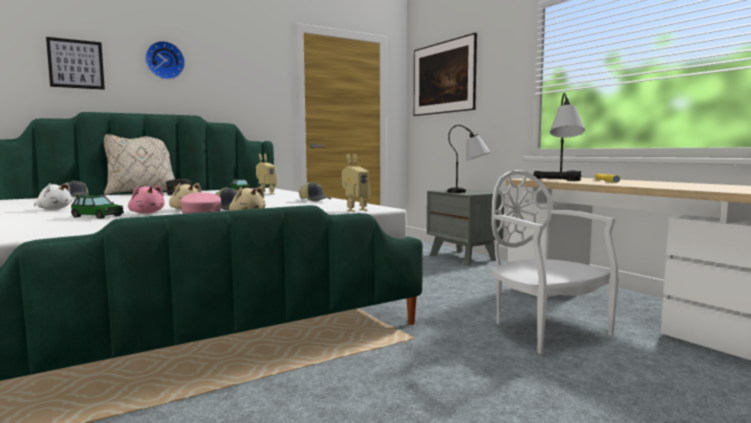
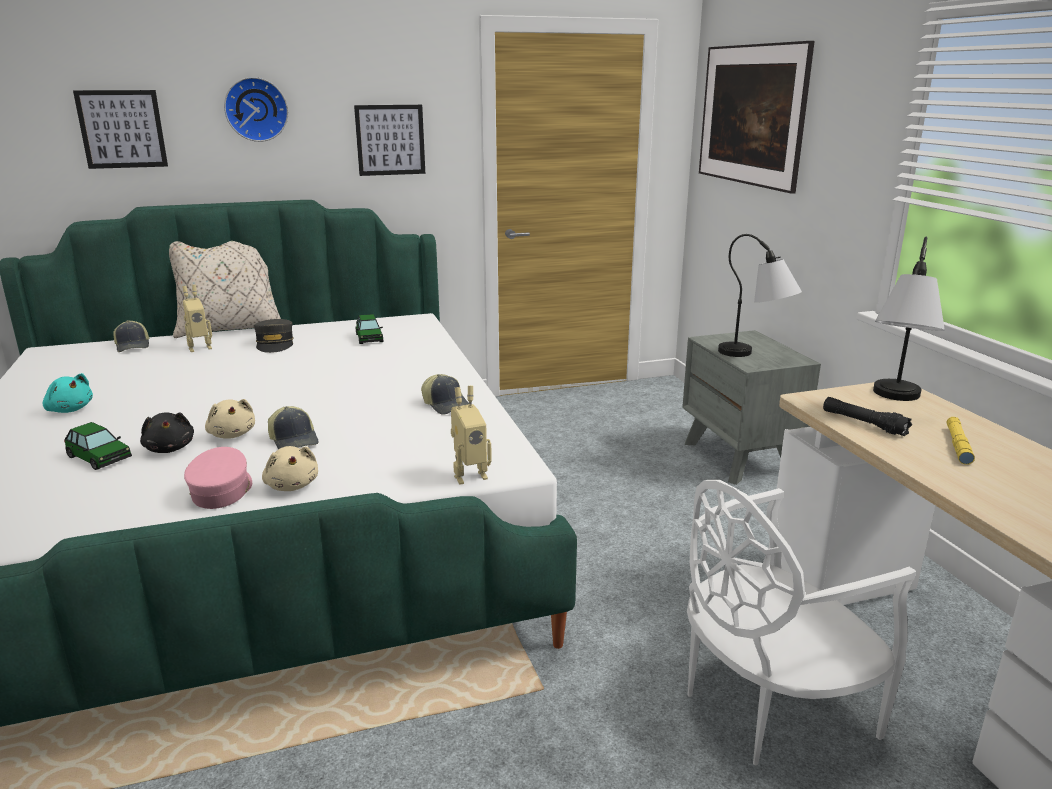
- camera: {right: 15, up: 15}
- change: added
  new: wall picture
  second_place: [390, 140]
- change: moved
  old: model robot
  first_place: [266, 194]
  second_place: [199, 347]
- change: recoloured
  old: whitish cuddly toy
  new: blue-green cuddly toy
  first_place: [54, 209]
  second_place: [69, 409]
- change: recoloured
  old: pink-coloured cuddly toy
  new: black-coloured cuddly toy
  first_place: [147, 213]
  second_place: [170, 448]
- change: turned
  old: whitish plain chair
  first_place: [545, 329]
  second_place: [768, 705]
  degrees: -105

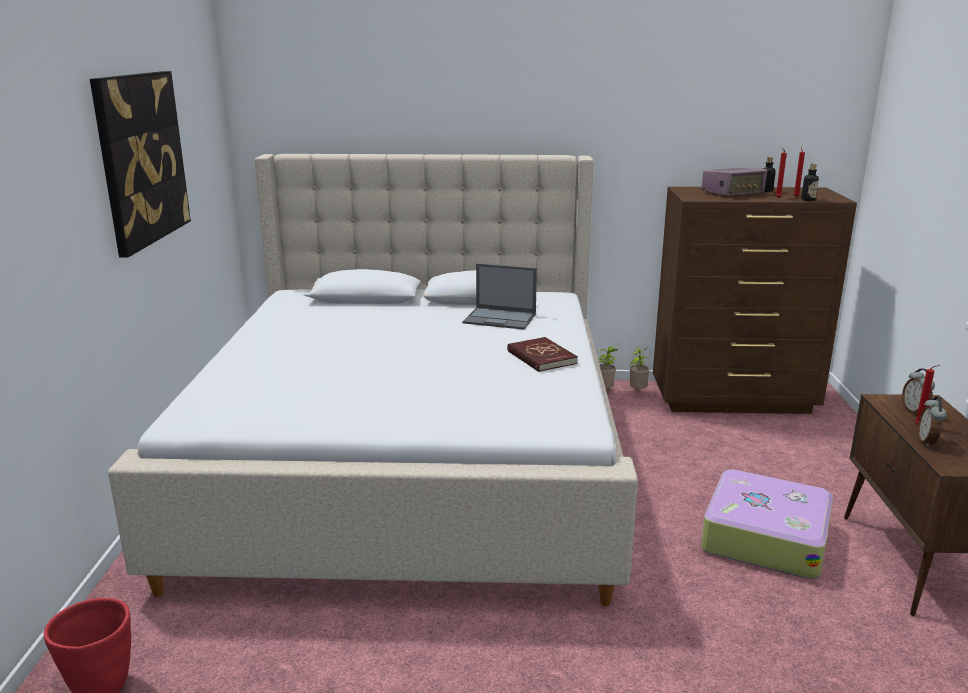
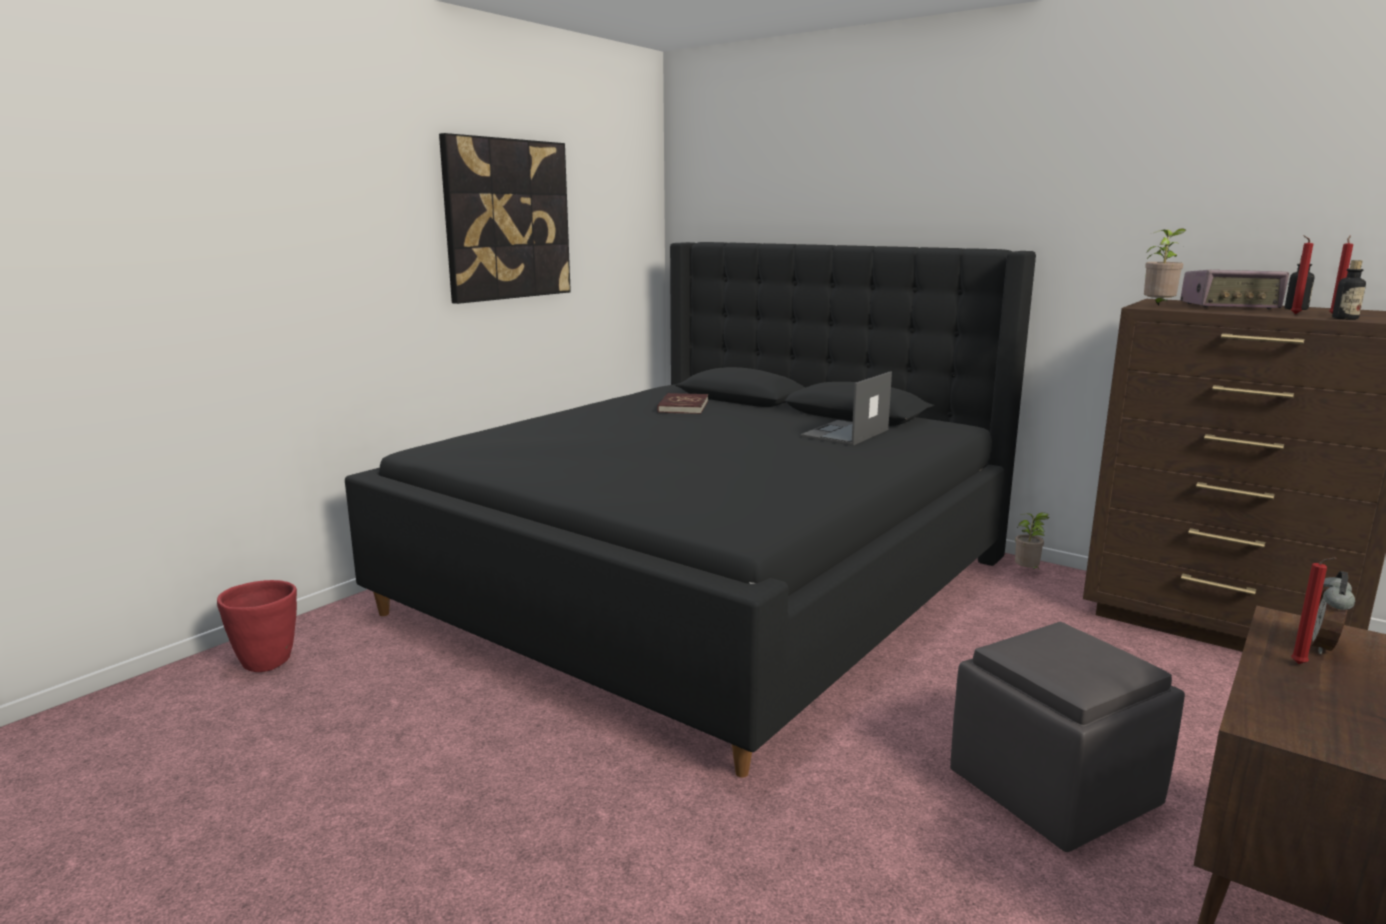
- camera: {right: 35, up: -5}
- change: removed
  old: bedside clock
  first_place: [927, 442]
- change: moved
  old: red-coloured book
  first_place: [541, 357]
  second_place: [683, 407]
- change: moved
  old: houseplant
  first_place: [637, 391]
  second_place: [1158, 308]
- change: replaced
  old: piece of luggage
  new: gray footrest
  first_place: [764, 537]
  second_place: [1051, 789]
- change: recoloured
  old: sand-coloured bedroom bed
  new: black-coloured bedroom bed
  first_place: [412, 465]
  second_place: [710, 583]
- change: turned
  old: notebook computer
  first_place: [500, 319]
  second_place: [845, 434]
  degrees: 75

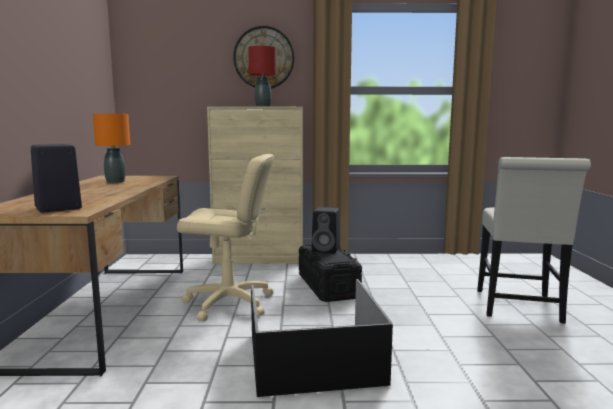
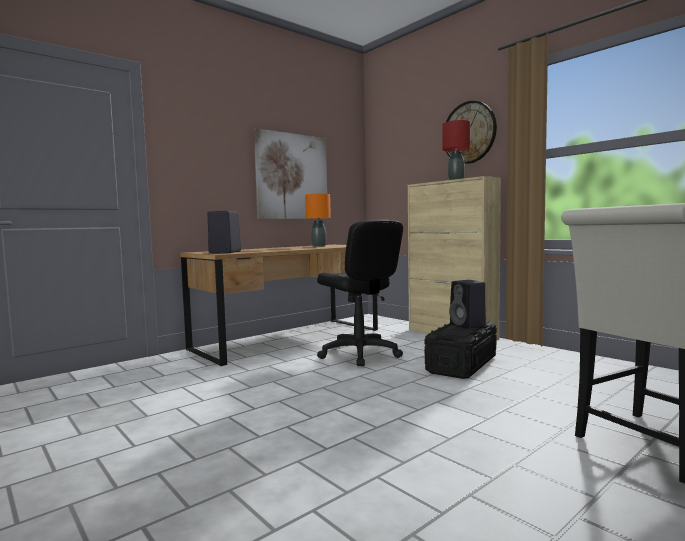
- camera: {right: 50, up: -5}
- change: removed
  old: black-coloured storage box
  first_place: [316, 357]
- change: added
  new: wall picture
  second_place: [292, 176]
- change: recoloured
  old: sand-coloured office chair
  new: black-coloured office chair
  first_place: [229, 303]
  second_place: [359, 354]

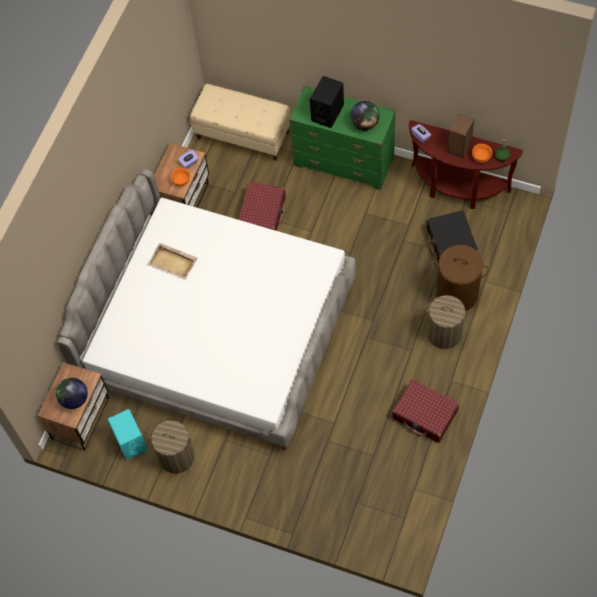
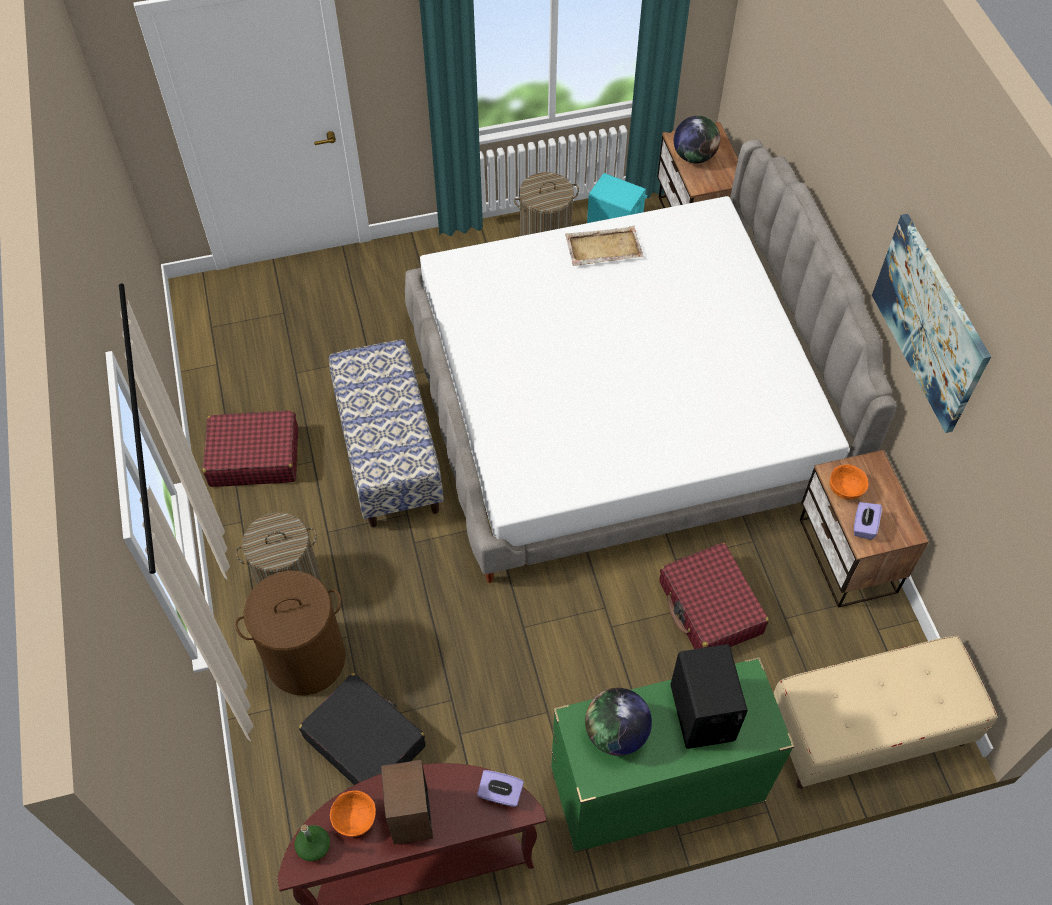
- camera: {right: 140, up: -5}
- change: added
  new: bench
  second_place: [390, 455]
- change: added
  new: wall picture
  second_place: [930, 322]
- change: moved
  old: sand-coloured serving tray
  first_place: [173, 262]
  second_place: [603, 248]

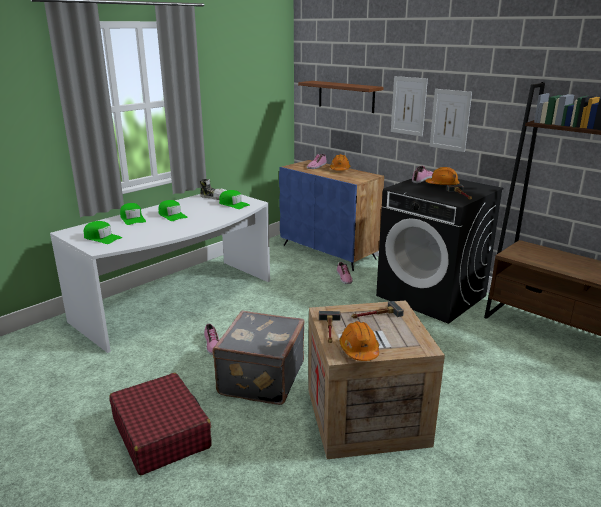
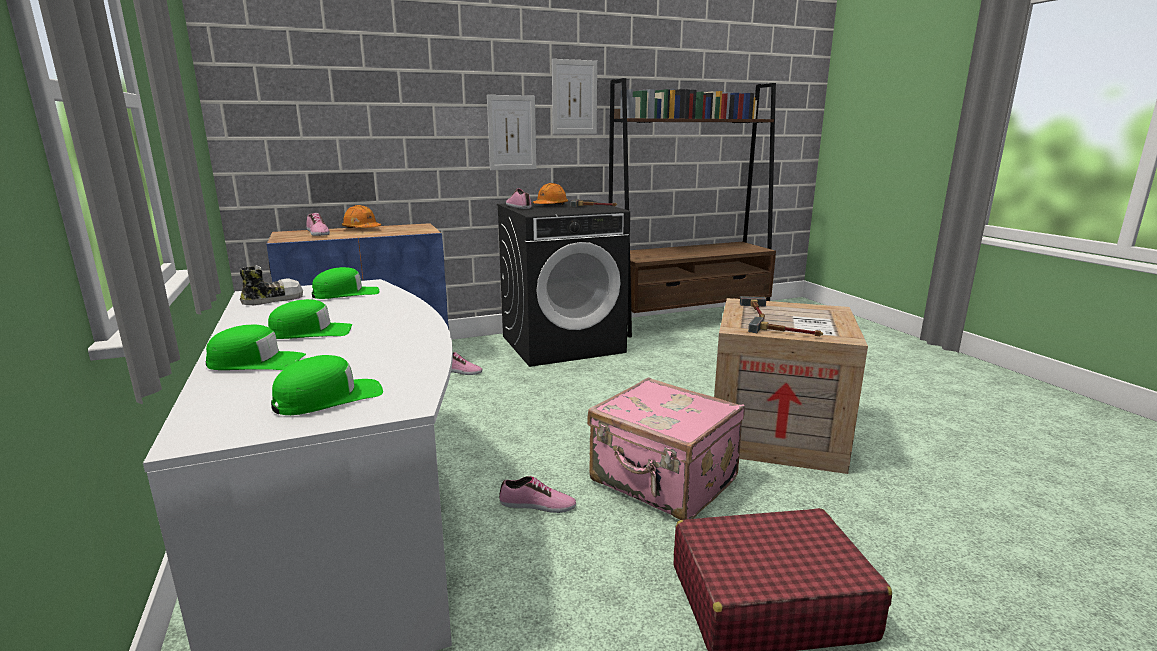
- camera: {right: -65, up: -5}
- change: removed
  old: brownish wall shelf
  first_place: [346, 96]
- change: removed
  old: orange-coloured hard hat
  first_place: [359, 350]
- change: moved
  old: wall picture
  first_place: [408, 106]
  second_place: [574, 97]
- change: recoloured
  old: gray piece of luggage
  new: pink-coloured piece of luggage
  first_place: [260, 378]
  second_place: [663, 482]

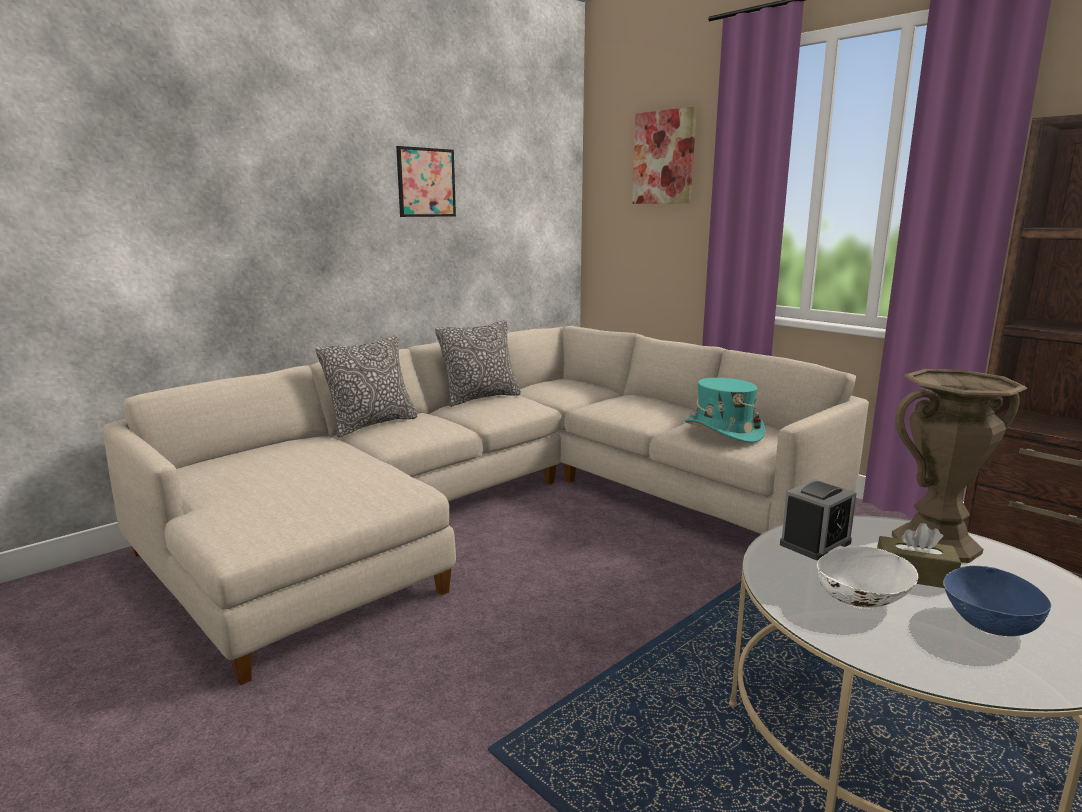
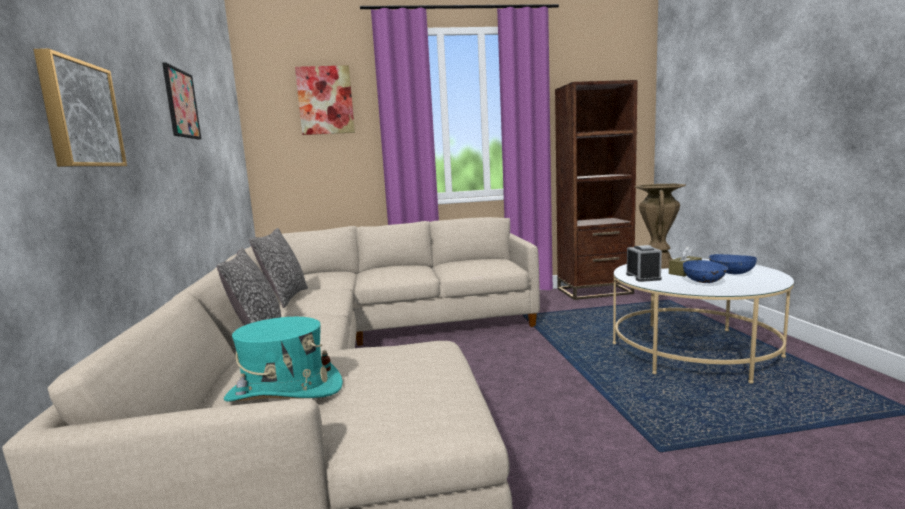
- camera: {right: -55, up: -5}
- change: added
  new: wall picture
  second_place: [79, 114]
- change: moved
  old: blue-green wearable hat
  first_place: [723, 431]
  second_place: [284, 391]
- change: recoloured
  old: whitish bowl
  new: bluish bowl
  first_place: [862, 601]
  second_place: [704, 282]

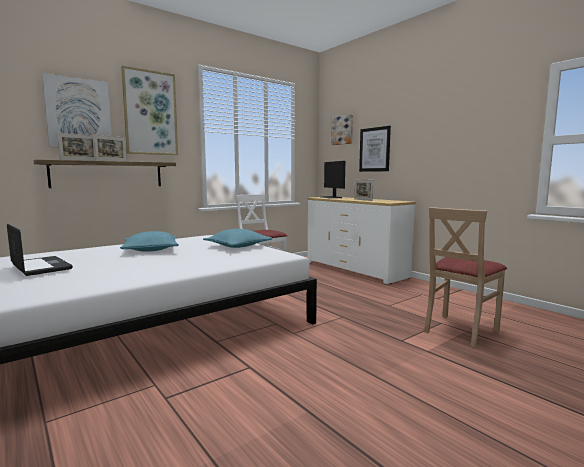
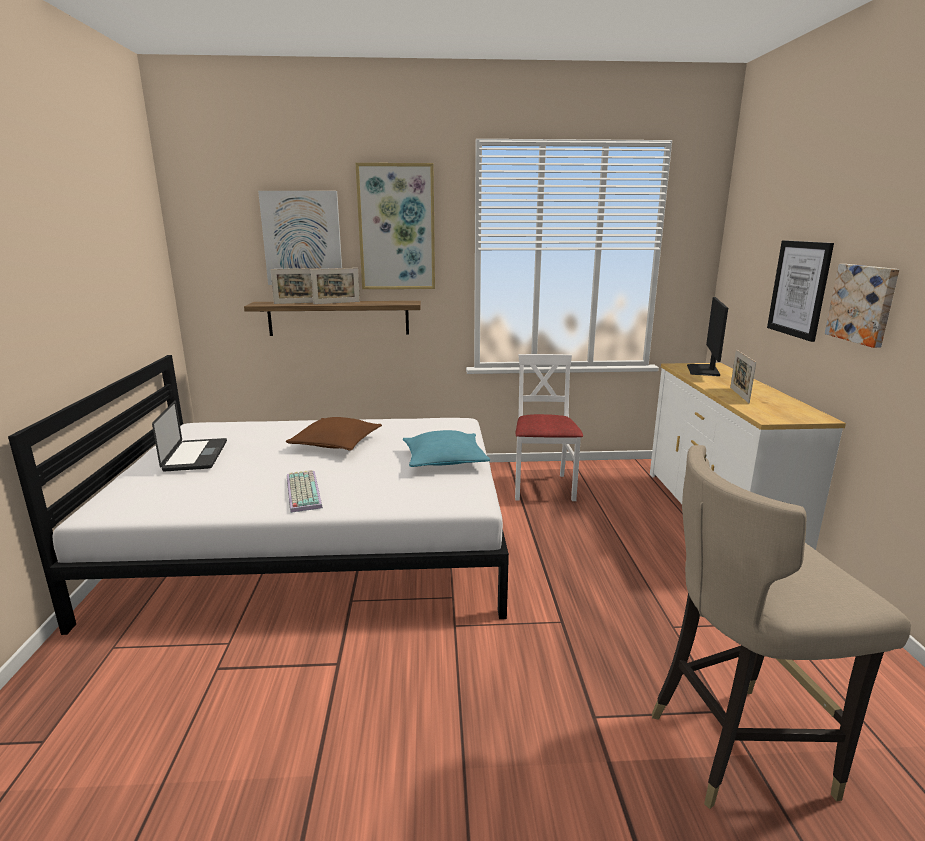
- camera: {right: 35, up: 10}
- change: added
  new: keyboard
  second_place: [302, 491]
- change: moved
  old: wall picture
  first_place: [342, 130]
  second_place: [863, 304]
- change: replaced
  old: sand-coloured plain chair
  new: sand-coloured sitting stool
  first_place: [459, 330]
  second_place: [738, 746]
- change: recoloured
  old: blue-green throw pillow
  new: brownish throw pillow
  first_place: [151, 250]
  second_place: [336, 443]

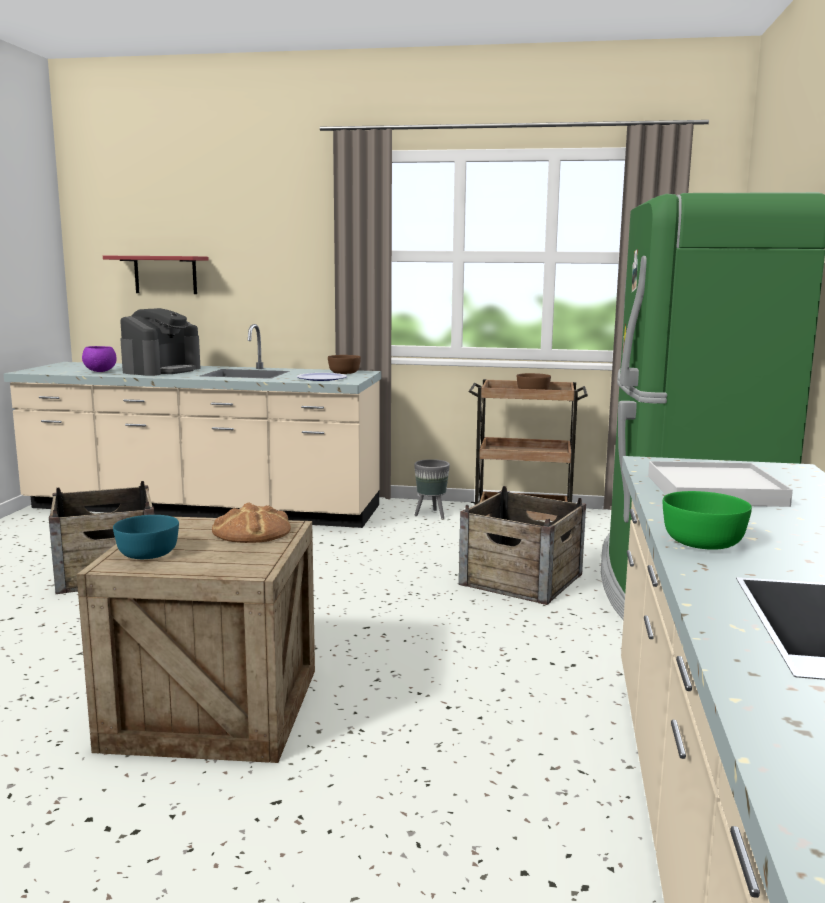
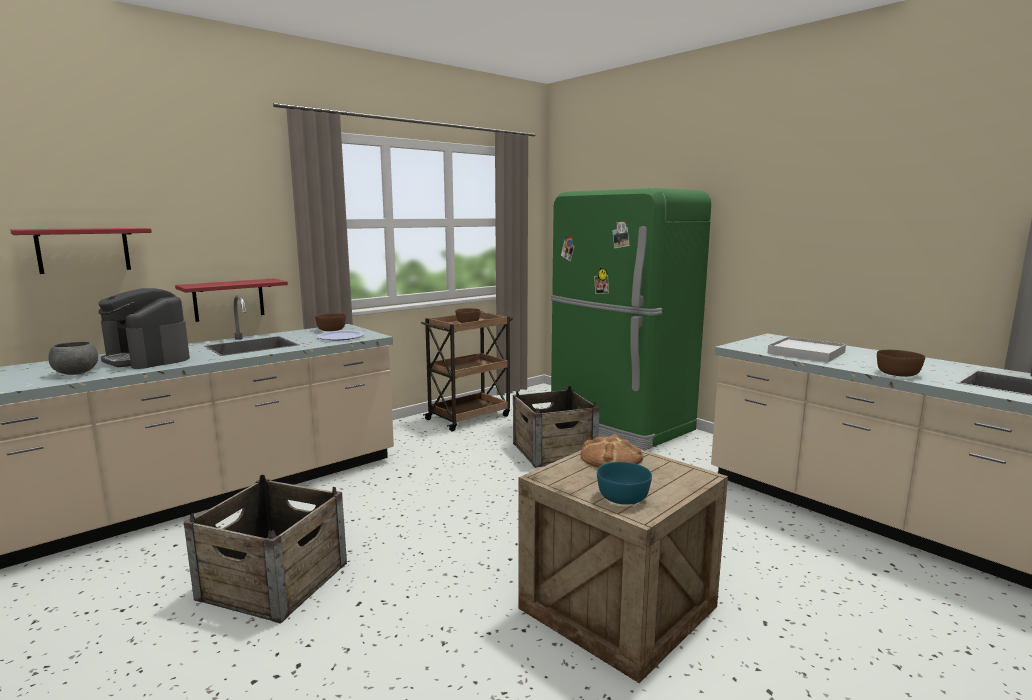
- camera: {right: -50, up: 0}
- change: removed
  old: gray flower pot
  first_place: [431, 515]
- change: added
  new: red-coloured wall shelf
  second_place: [229, 299]
- change: recoloured
  old: purple bowl
  new: gray bowl
  first_place: [100, 371]
  second_place: [76, 374]
- change: recoloured
  old: green-coloured bowl
  new: brownish bowl
  first_place: [703, 541]
  second_place: [897, 373]
- change: turned
  old: coffee machine
  first_place: [162, 370]
  second_place: [148, 358]
  degrees: 150

